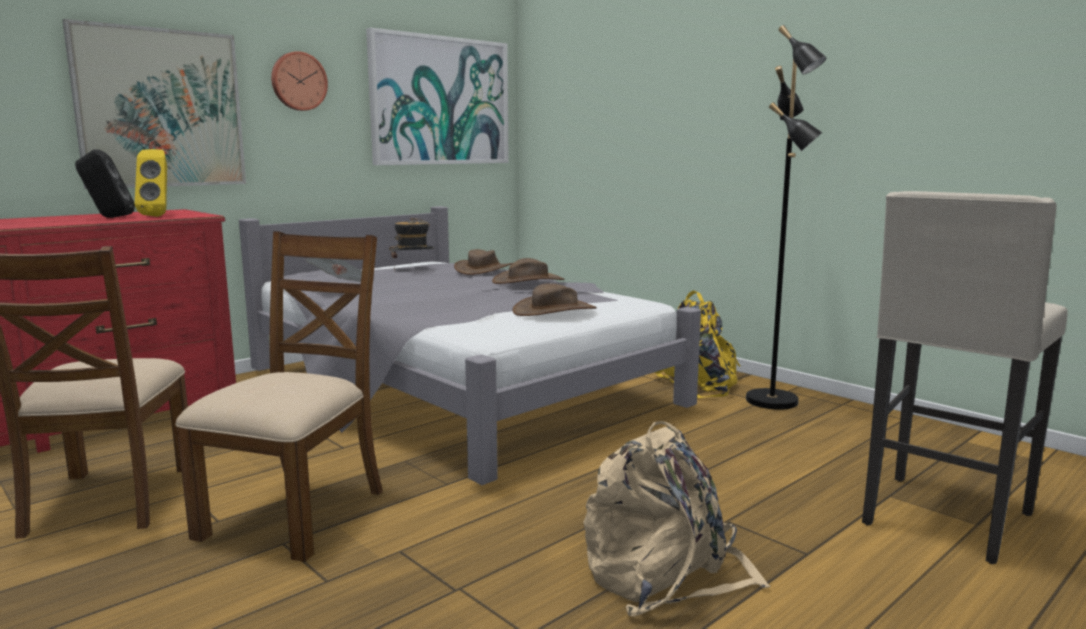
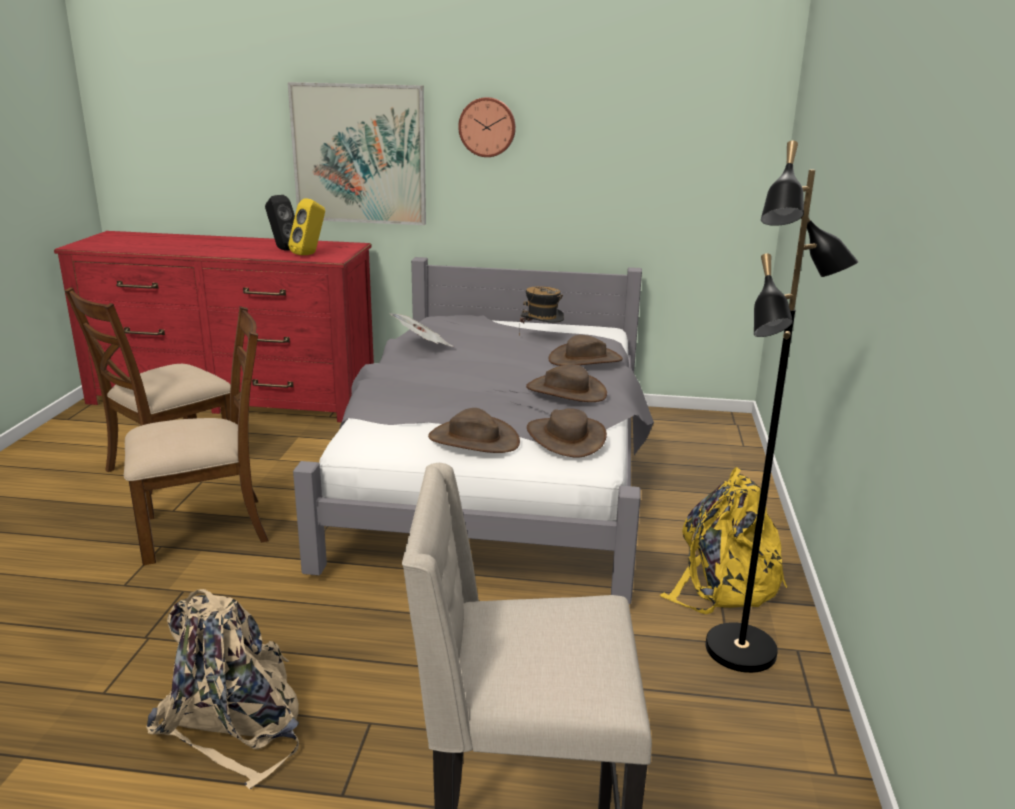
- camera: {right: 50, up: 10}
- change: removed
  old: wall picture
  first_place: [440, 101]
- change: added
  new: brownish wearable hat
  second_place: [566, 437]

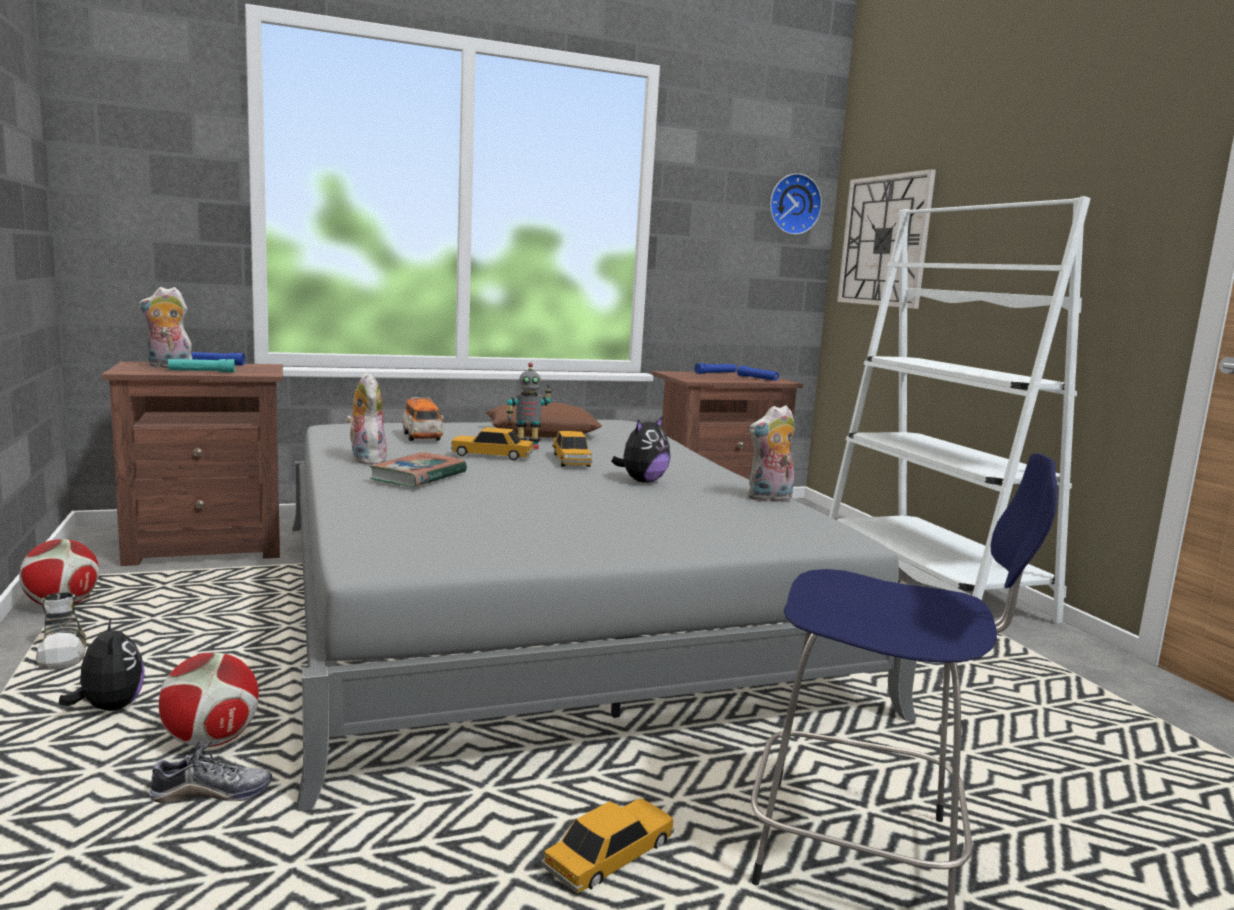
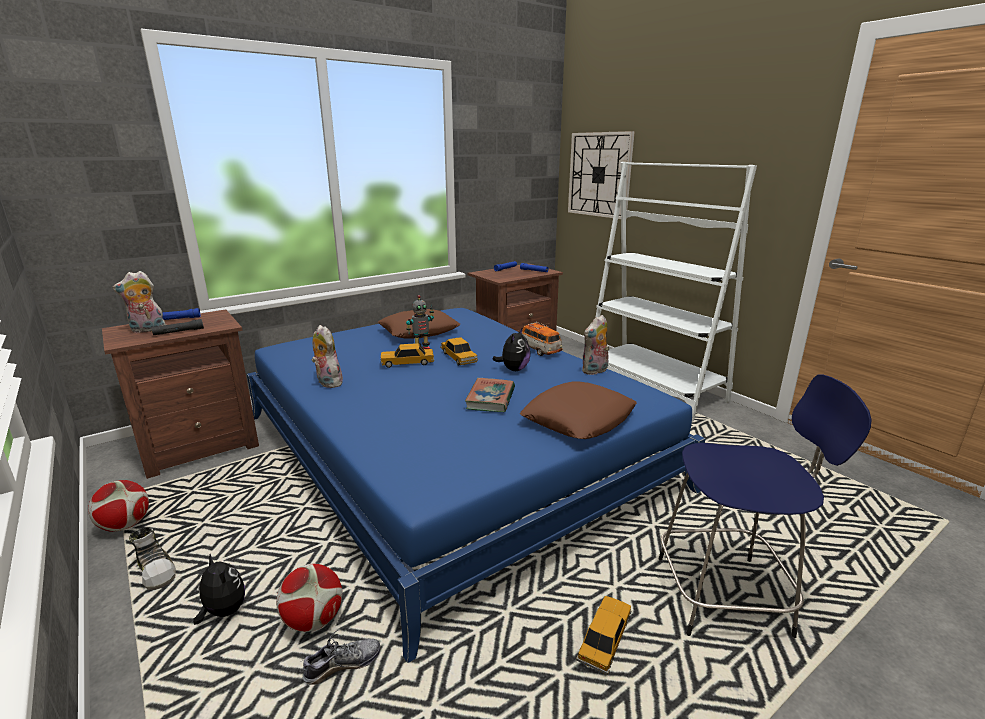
- camera: {right: -15, up: 10}
- change: removed
  old: hanging clock
  first_place: [793, 204]
- change: added
  new: brownish throw pillow
  second_place: [578, 418]
- change: moved
  old: book
  first_place: [419, 476]
  second_place: [490, 399]
- change: moved
  old: model car
  first_place: [422, 437]
  second_place: [540, 350]
- change: recoloured
  old: blue-green flashlight
  new: black-coloured flashlight
  first_place: [202, 372]
  second_place: [178, 332]
- change: recoloured
  old: gray bedroom bed
  new: bluish bedroom bed
  first_place: [535, 604]
  second_place: [449, 451]

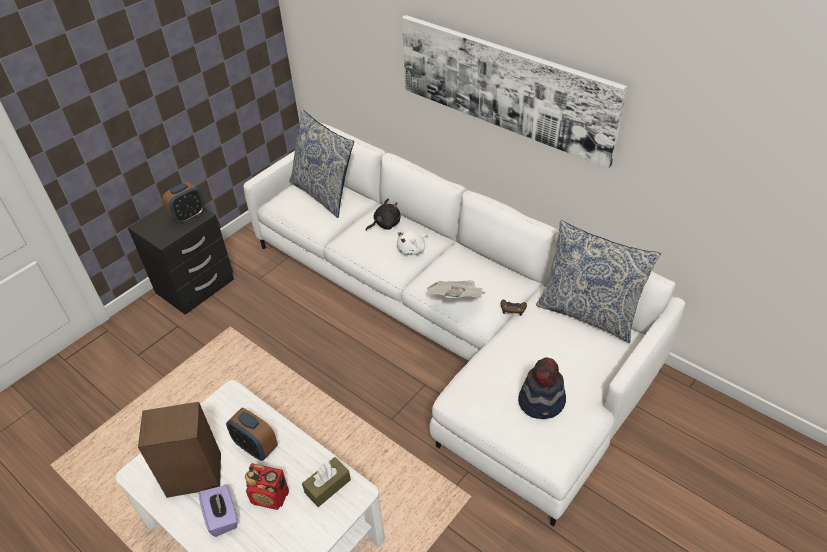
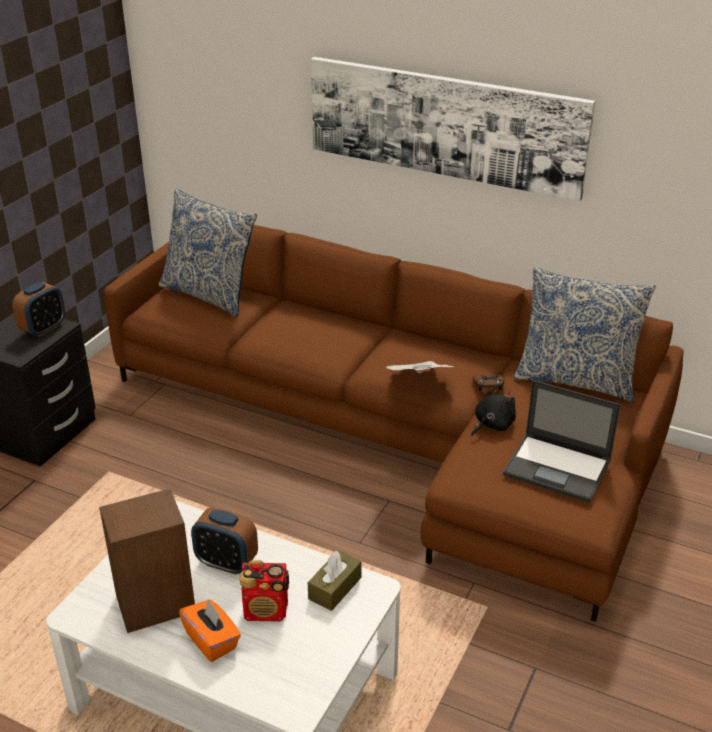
- camera: {right: -15, up: -10}
- change: removed
  old: whitish cuddly toy
  first_place: [412, 250]
- change: moved
  old: black-coloured cuddly toy
  first_place: [385, 224]
  second_place: [492, 425]
- change: replaced
  old: wearable hat
  new: notebook computer
  first_place: [542, 401]
  second_place: [558, 468]
- change: recoloured
  old: purple box of tissues
  new: orange-coloured box of tissues
  first_place: [222, 517]
  second_place: [212, 641]
- change: recoloured
  old: whitish settee
  new: brownish settee
  first_place: [450, 325]
  second_place: [397, 434]

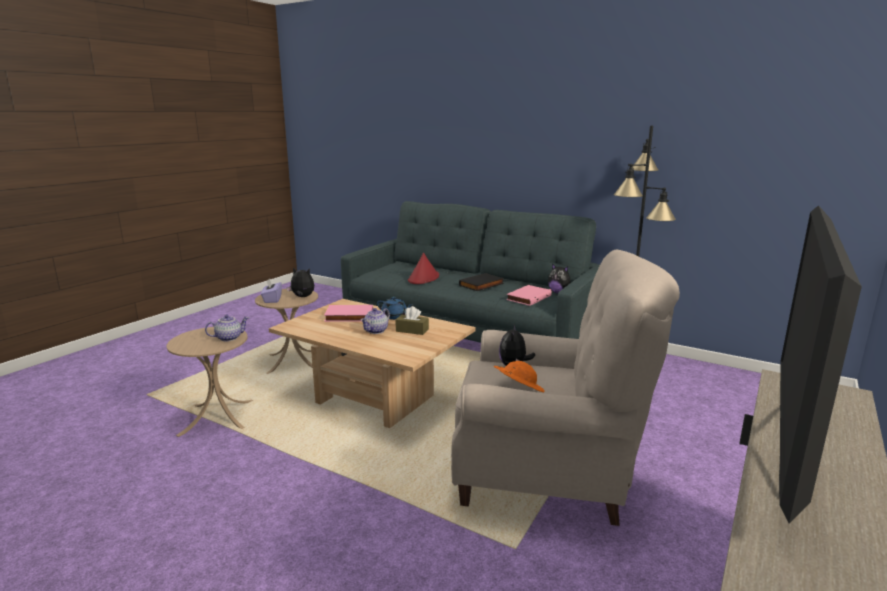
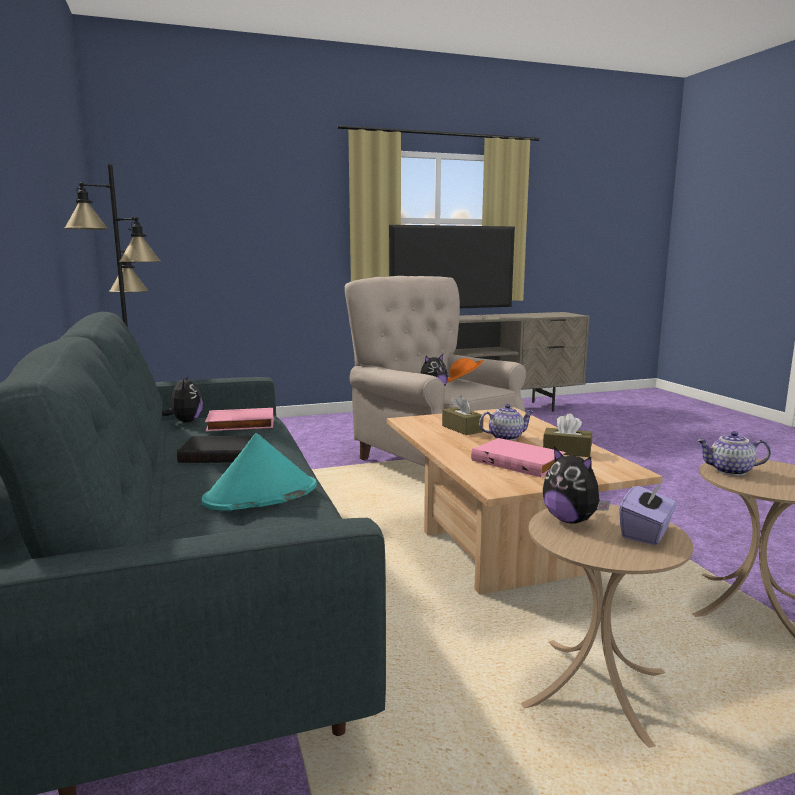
- camera: {right: -140, up: -5}
- change: removed
  old: bluish teapot
  first_place: [394, 317]
- change: added
  new: brownish box of tissues
  second_place: [566, 451]
- change: recoloured
  old: red-coloured wearable hat
  new: blue-green wearable hat
  first_place: [423, 278]
  second_place: [260, 495]

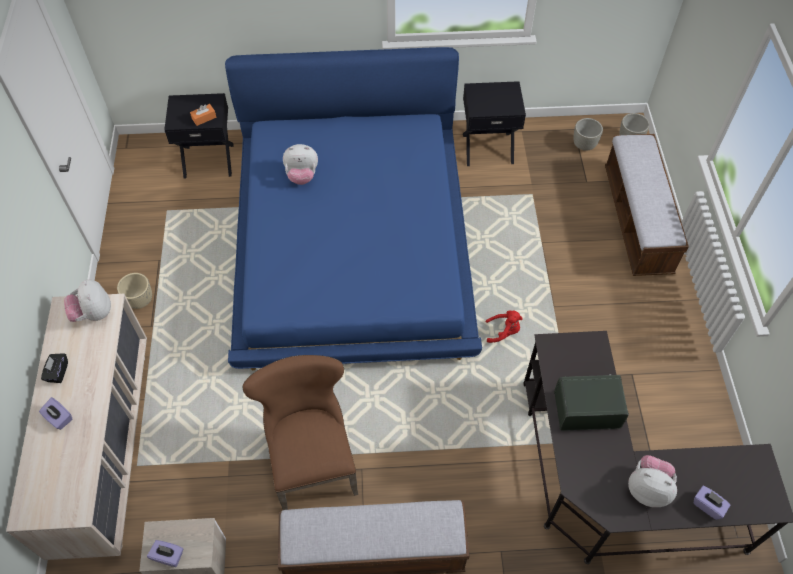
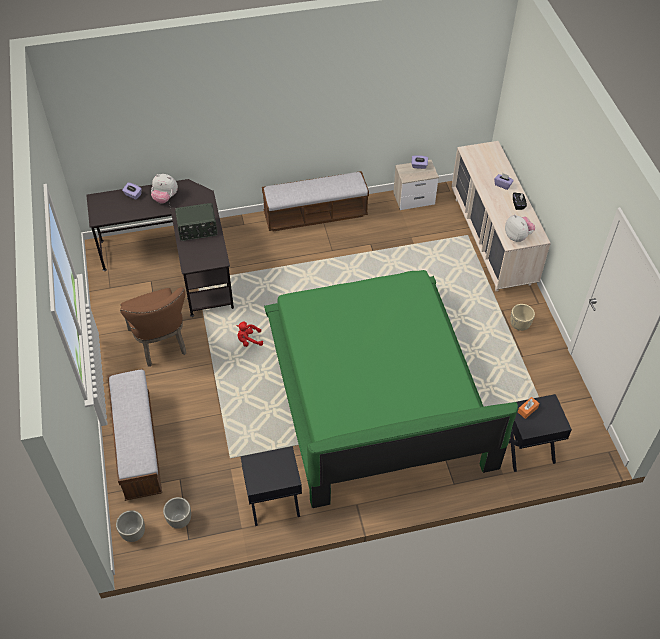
- camera: {right: 170, up: -5}
- change: removed
  old: cuddly toy
  first_place: [302, 176]
- change: moved
  old: brownish plain chair
  first_place: [311, 460]
  second_place: [160, 344]
- change: recoloured
  old: bluish bedroom bed
  new: green-coloured bedroom bed
  first_place: [352, 243]
  second_place: [376, 390]

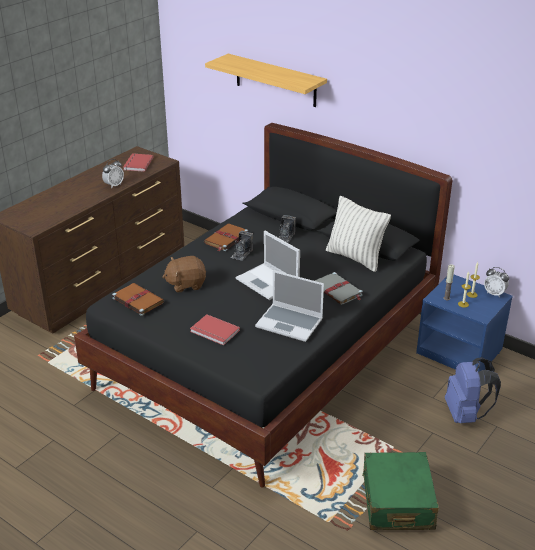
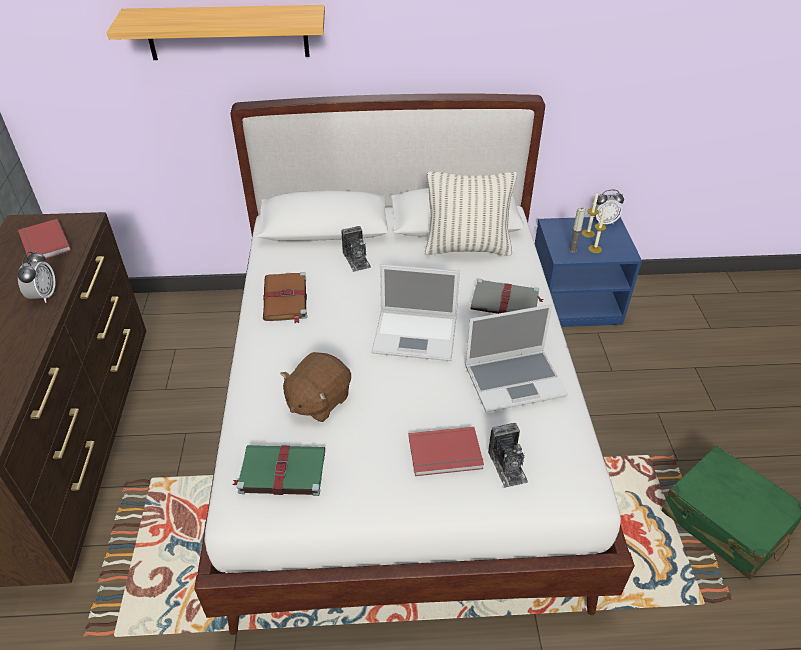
- camera: {right: -40, up: 10}
- change: removed
  old: bluish knapsack
  first_place: [466, 414]
- change: moved
  old: photo camera
  first_place: [242, 253]
  second_place: [507, 466]
- change: recoloured
  old: black-coloured bedroom bed
  new: whitish bedroom bed
  first_place: [268, 354]
  second_place: [401, 422]
- change: recoloured
  old: brownish book
  new: green-coloured book
  first_place: [137, 300]
  second_place: [281, 472]

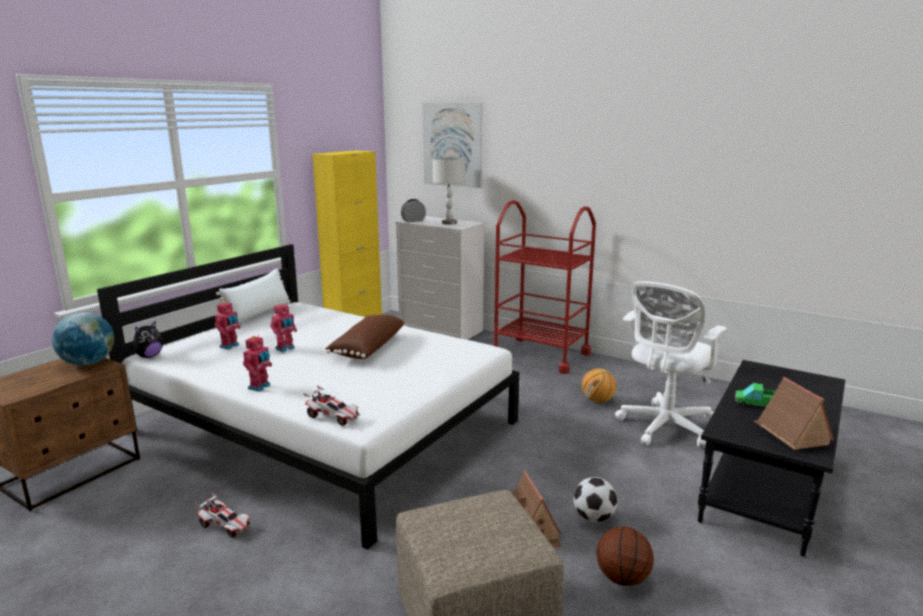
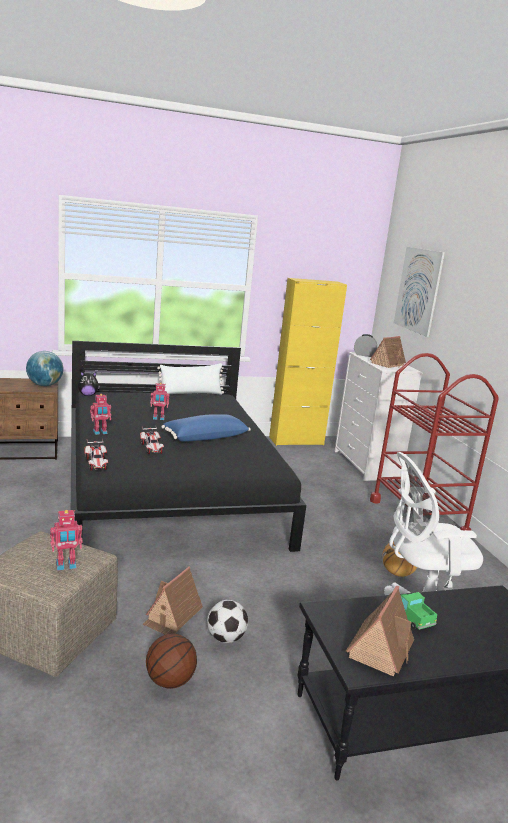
- camera: {right: 40, up: 0}
- change: moved
  old: model car
  first_place: [225, 526]
  second_place: [152, 448]
- change: moved
  old: model robot
  first_place: [230, 346]
  second_place: [66, 565]
- change: replaced
  old: gray tabletop lamp
  new: model house
  first_place: [449, 223]
  second_place: [388, 364]
- change: recoloured
  old: whitish bedroom bed
  new: black-coloured bedroom bed
  first_place: [324, 426]
  second_place: [170, 489]
- change: recoloured
  old: brownish throw pillow
  new: bluish throw pillow
  first_place: [366, 347]
  second_place: [205, 437]

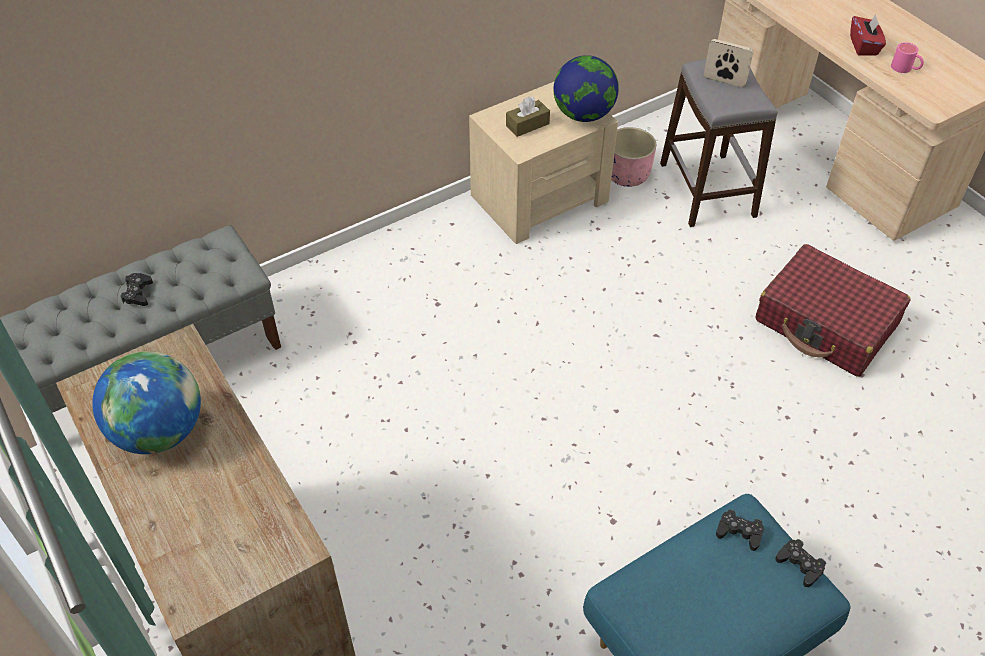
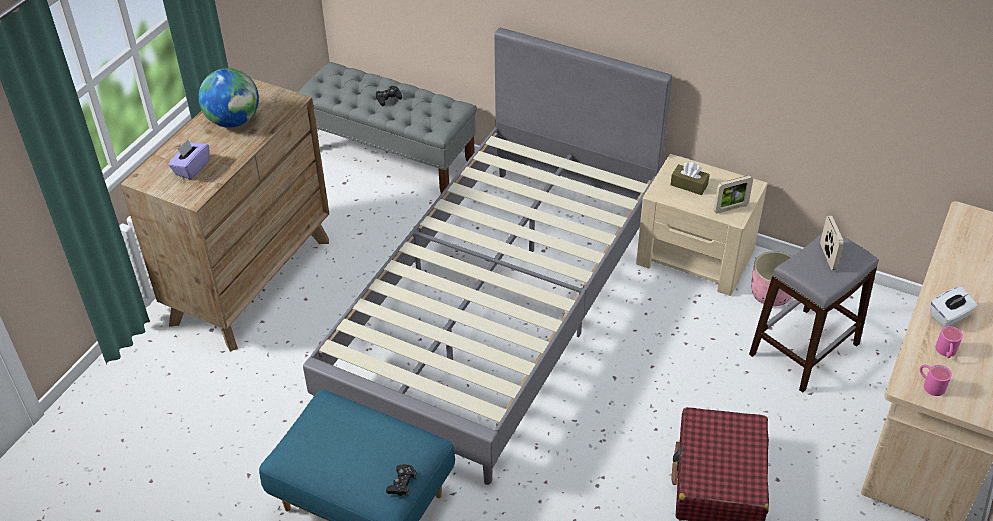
- camera: {right: 60, up: -5}
- change: removed
  old: black-coloured joypad
  first_place: [739, 532]
- change: added
  new: purple box of tissues
  second_place: [191, 168]
- change: added
  new: gray bedroom bed
  second_place: [497, 308]
- change: added
  new: pink-coloured tea mug
  second_place: [930, 384]
- change: replaced
  old: world globe
  new: picture frame
  first_place: [583, 115]
  second_place: [730, 208]
- change: recoloured
  old: red-coloured box of tissues
  new: whitish box of tissues
  first_place: [864, 46]
  second_place: [949, 316]

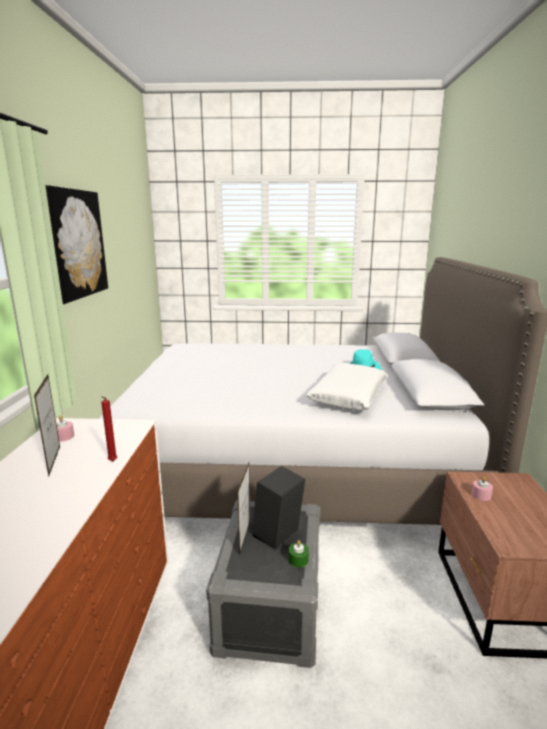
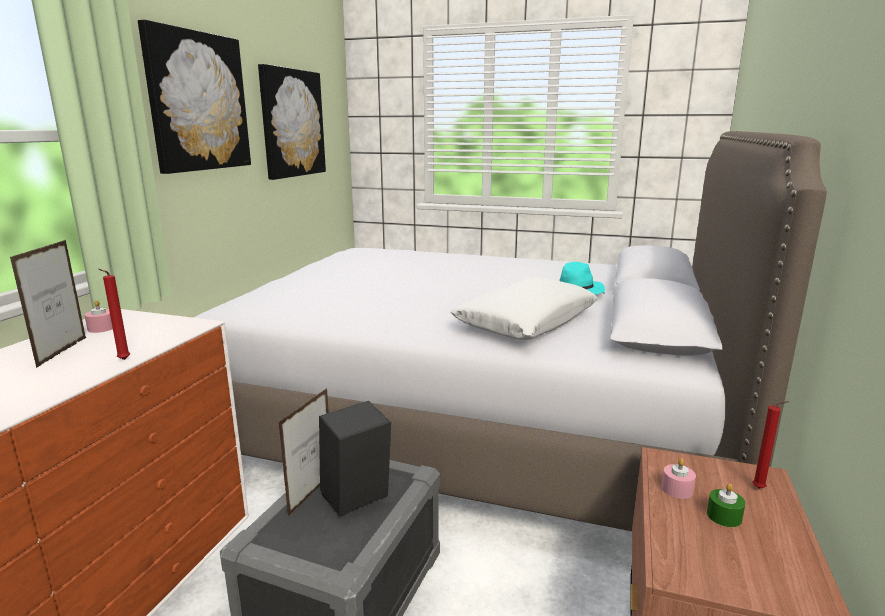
- camera: {right: 15, up: 0}
- change: added
  new: wall picture
  second_place: [292, 123]
- change: added
  new: red-coloured wax candle
  second_place: [760, 489]
- change: moved
  old: green-coloured wax candle
  first_place: [298, 560]
  second_place: [724, 516]

